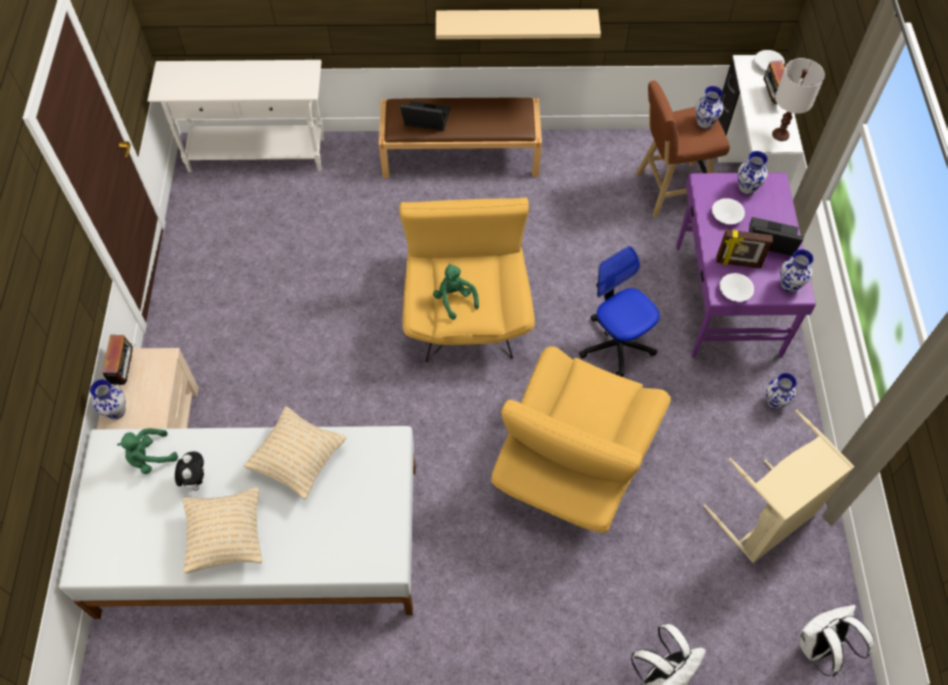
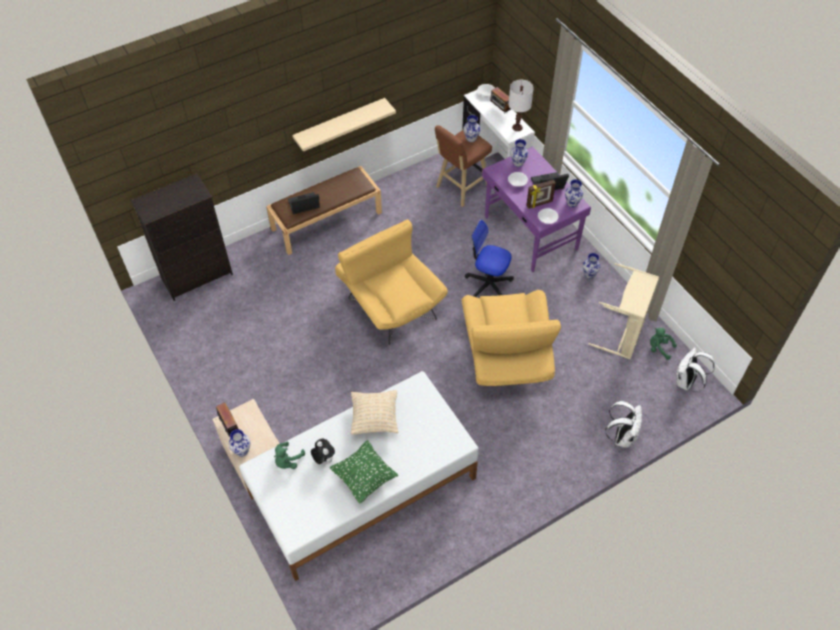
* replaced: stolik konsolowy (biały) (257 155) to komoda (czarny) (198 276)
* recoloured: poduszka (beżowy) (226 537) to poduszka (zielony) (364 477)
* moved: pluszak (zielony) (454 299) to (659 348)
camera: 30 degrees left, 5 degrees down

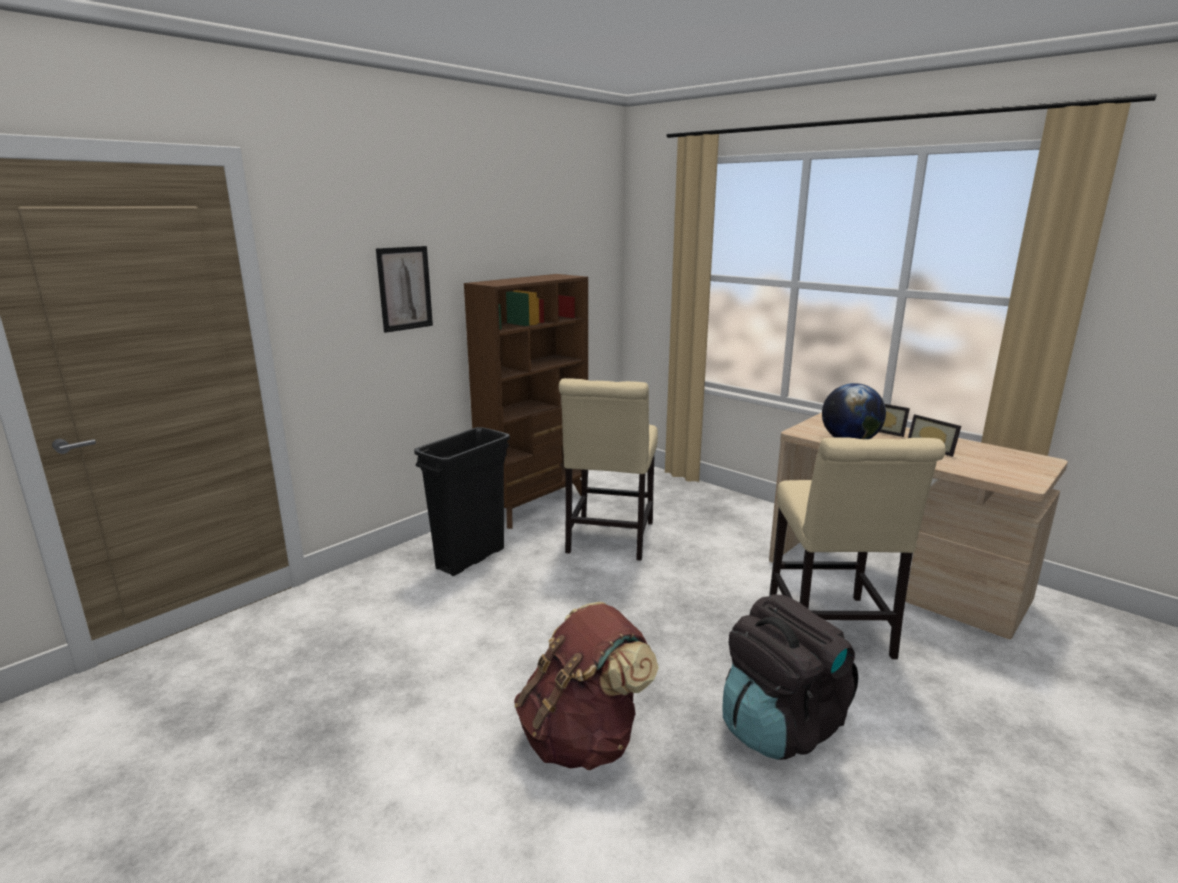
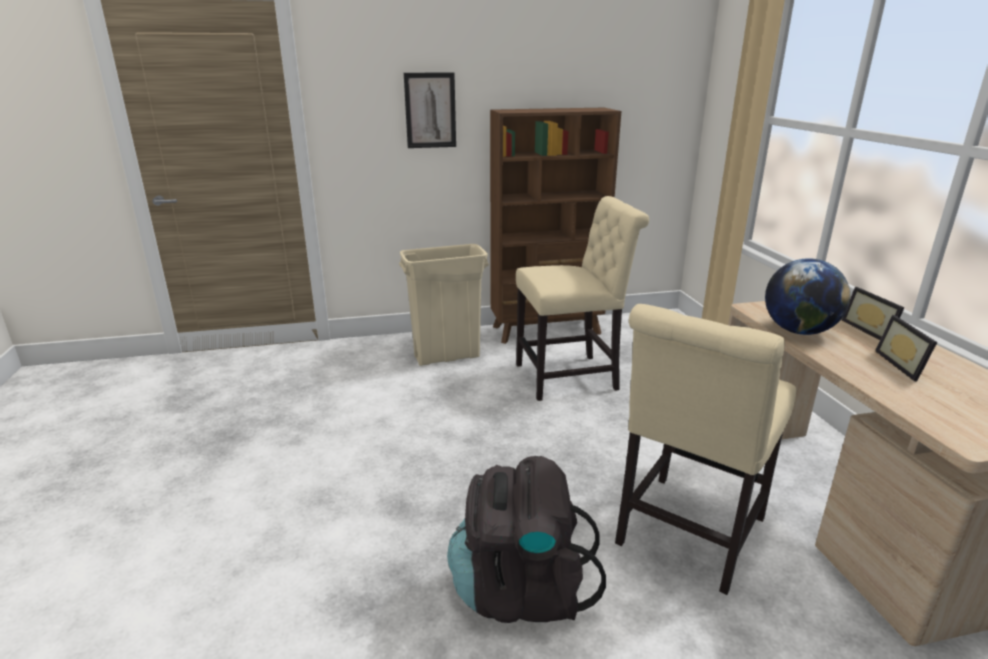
* recoloured: kosz na śmieci (czarny) (471 558) to kosz na śmieci (beżowy) (447 357)
* removed: plecak (brązowy) (583 738)
* turned: krzesło (beżowy) (608 540) = (572 377) 150 degrees counterclockwise
camera: 35 degrees right, 5 degrees up

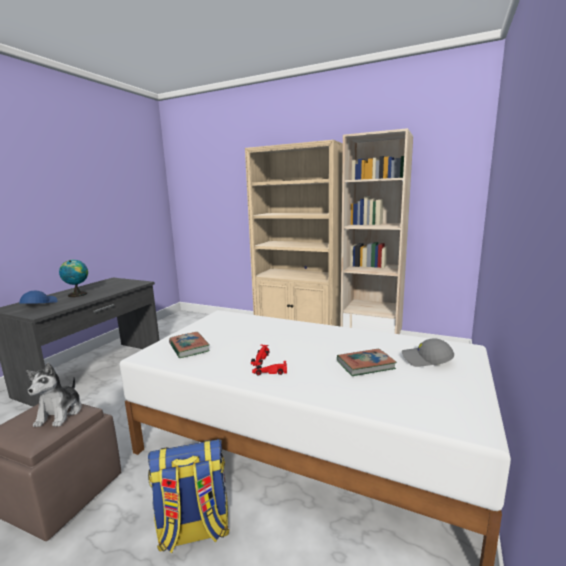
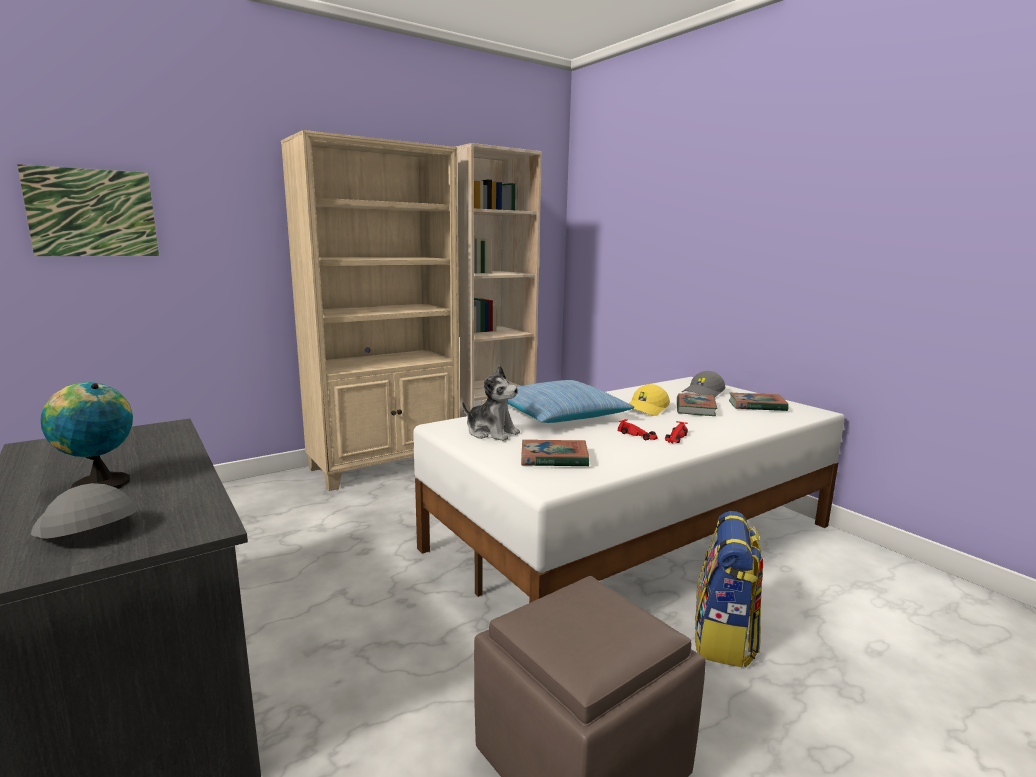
* recoloured: czapka z daszkiem (niebieski) (39 304) to czapka z daszkiem (szary) (84 528)
* moved: pluszak (60 413) to (491 433)
* added: obraz (92 213)
* added: poduszka (558 415)
* added: czapka z daszkiem (żółty) (646 409)
* added: książka (757 406)
camera: 60 degrees left, 0 degrees up

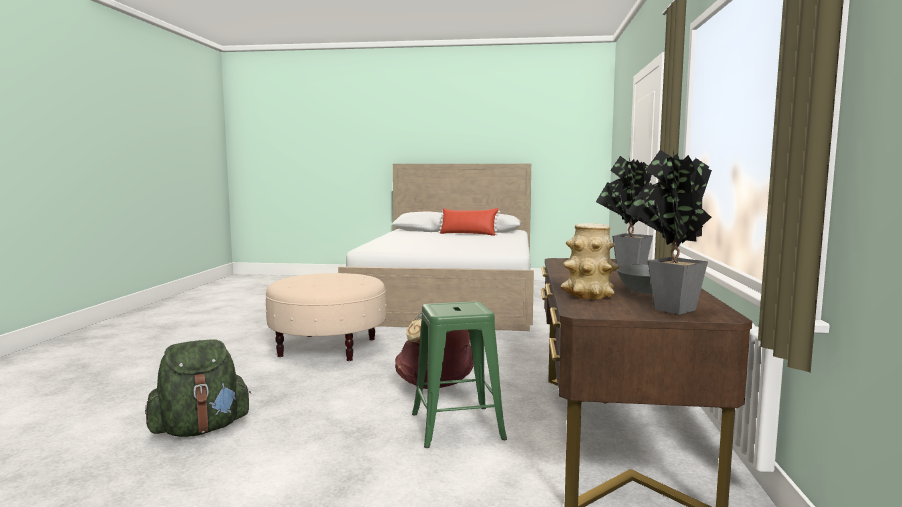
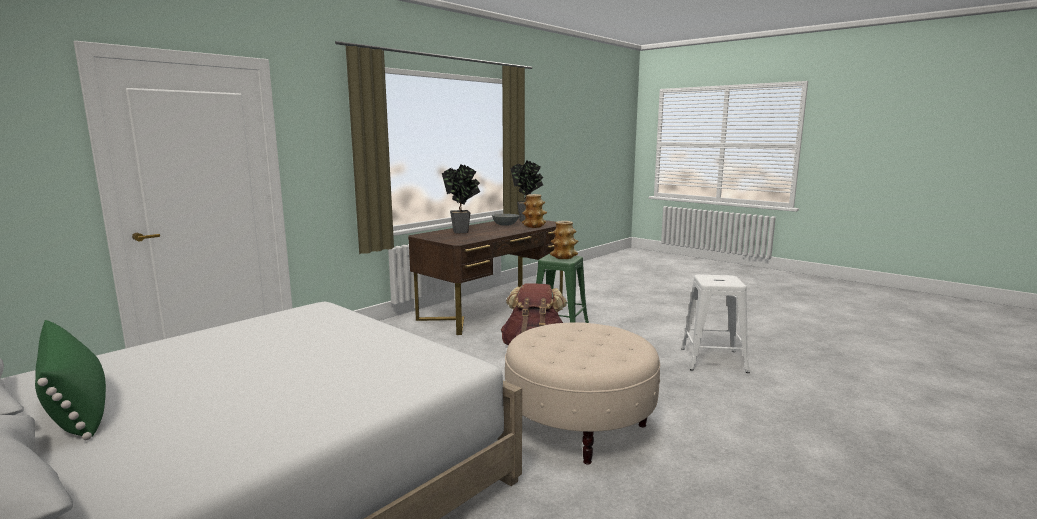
* replaced: plecak (zielony) (200 429) to stołek (biały) (713 360)
* recoloured: poduszka (czerwony) (468 234) to poduszka (zielony) (77 407)
* added: wazon (564 257)
camera: 145 degrees left, 5 degrees up

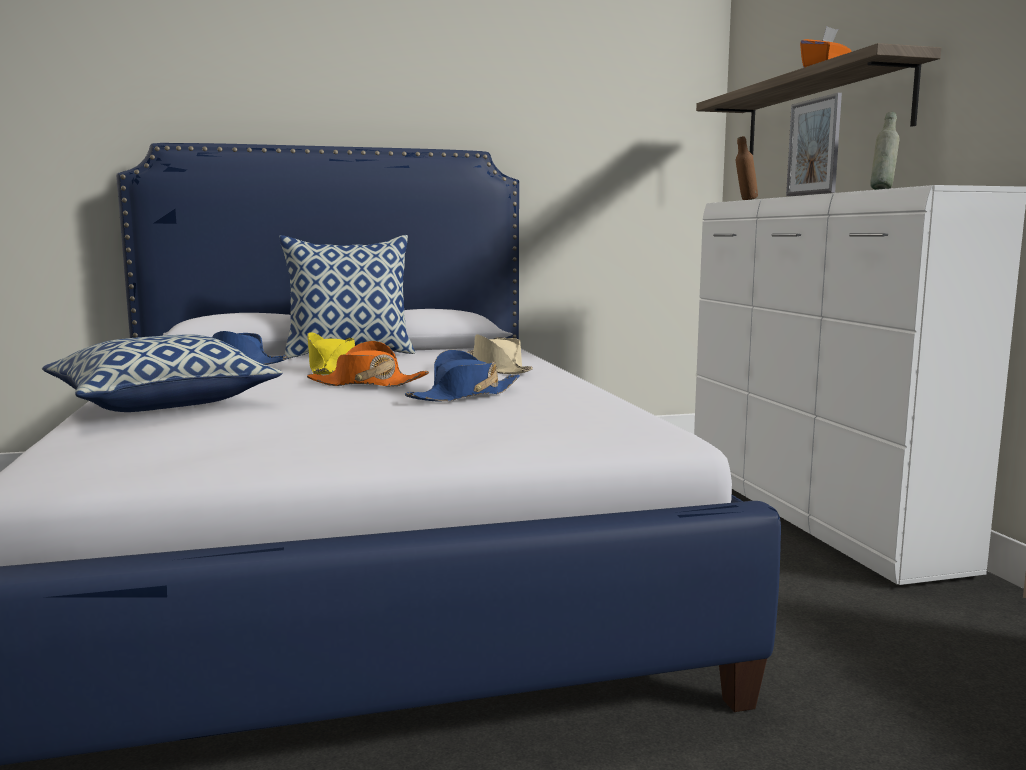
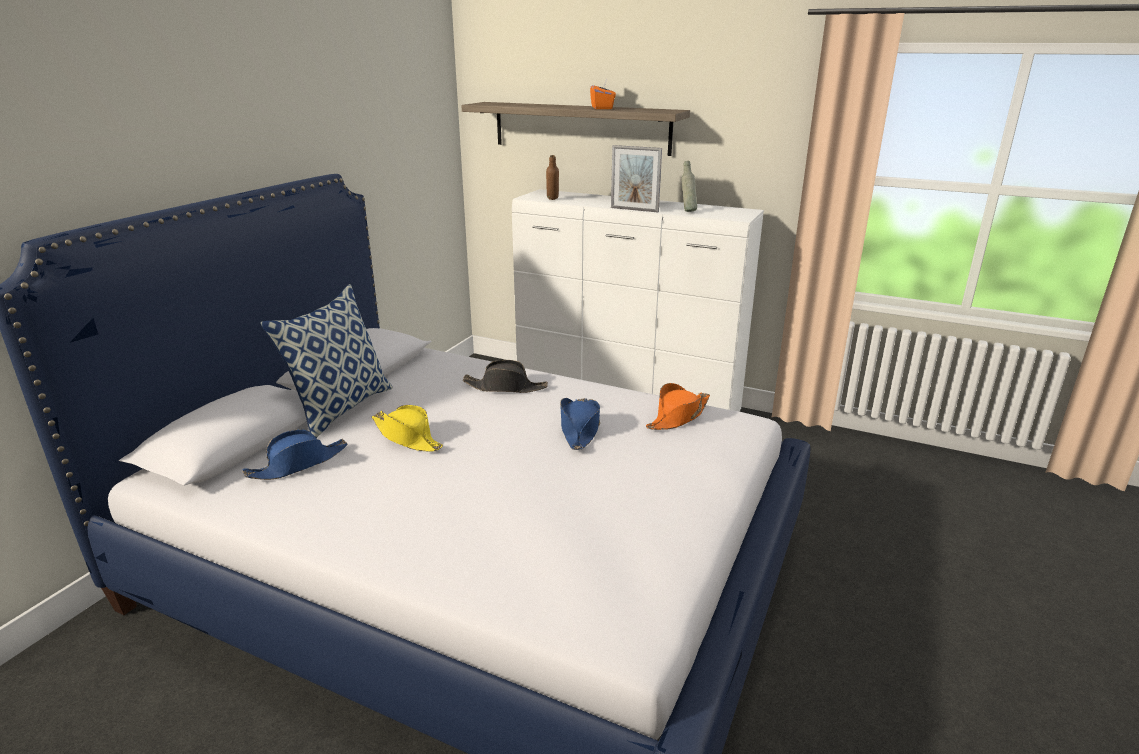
* removed: poduszka (163 404)
* moved: kapelusz (pomarańczowy) (367 384) to (678 417)
* recoloured: kapelusz (beżowy) (497 369) to kapelusz (czarny) (506 387)
camera: 50 degrees left, 15 degrees up

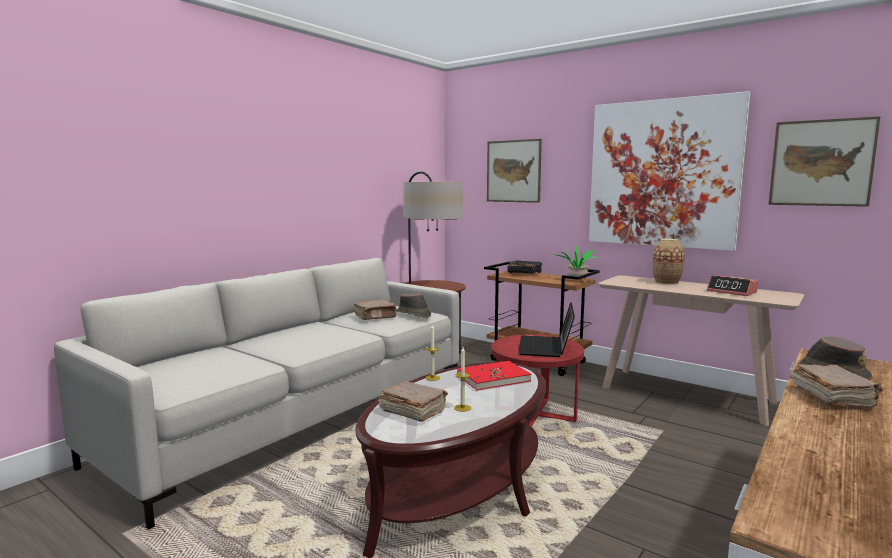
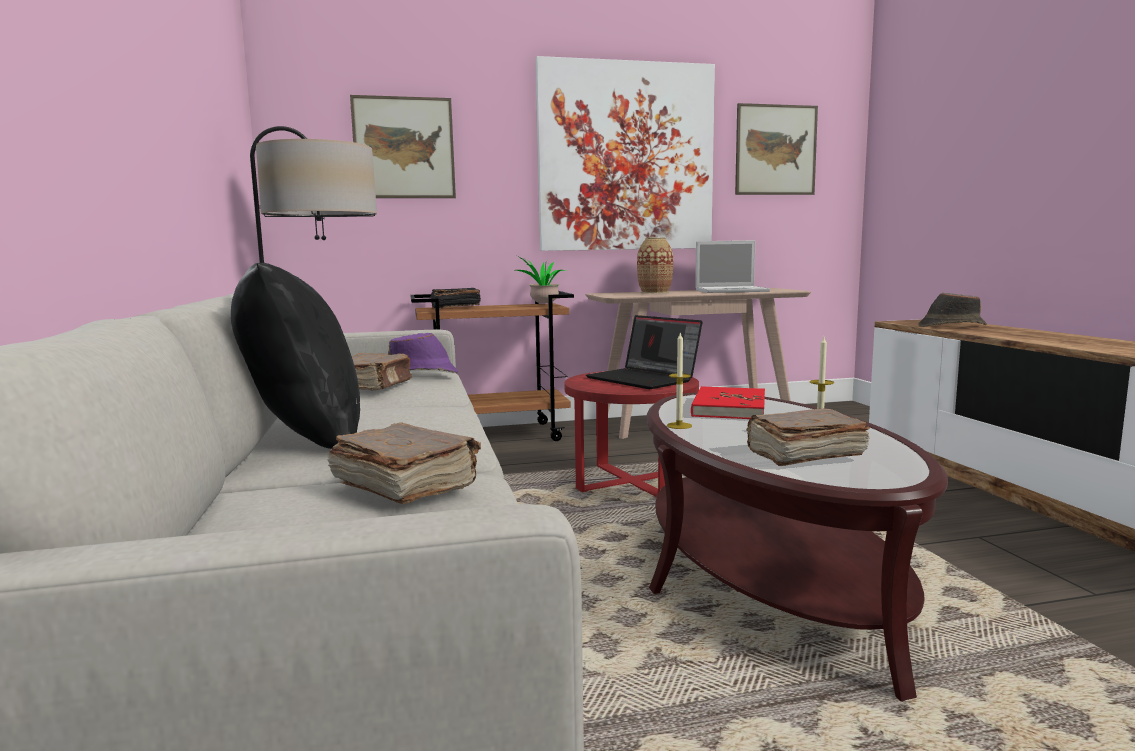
* recoloured: kapelusz (brązowy) (413 315) to kapelusz (fioletowy) (421 374)
* replaced: budzik (732 292) to laptop (732 290)
* moved: książka (brązowy) (832 397) to (404 486)
* added: poduszka (czarny) (303 434)
camera: 50 degrees left, 0 degrees up

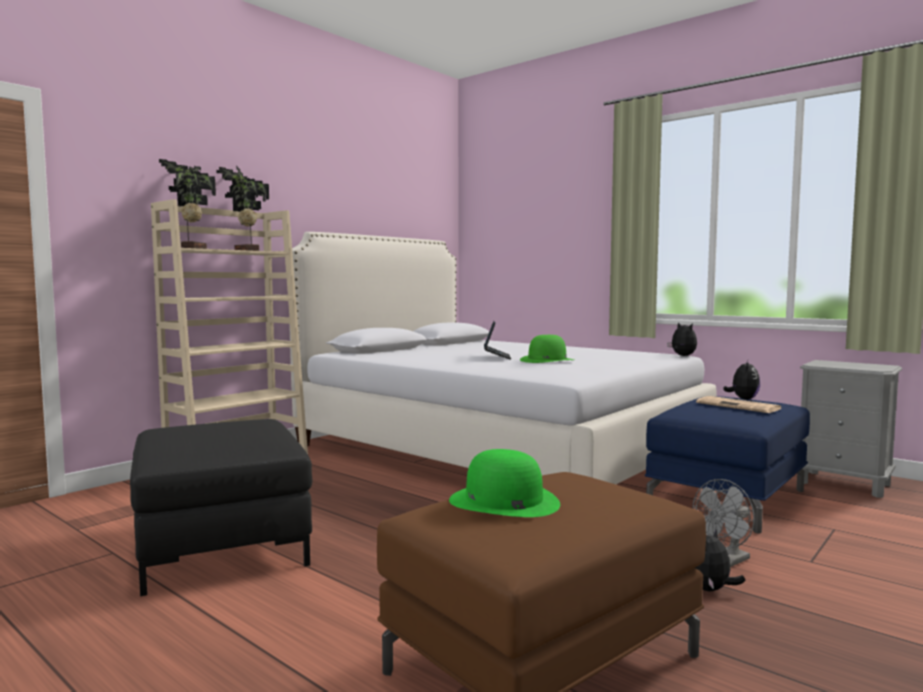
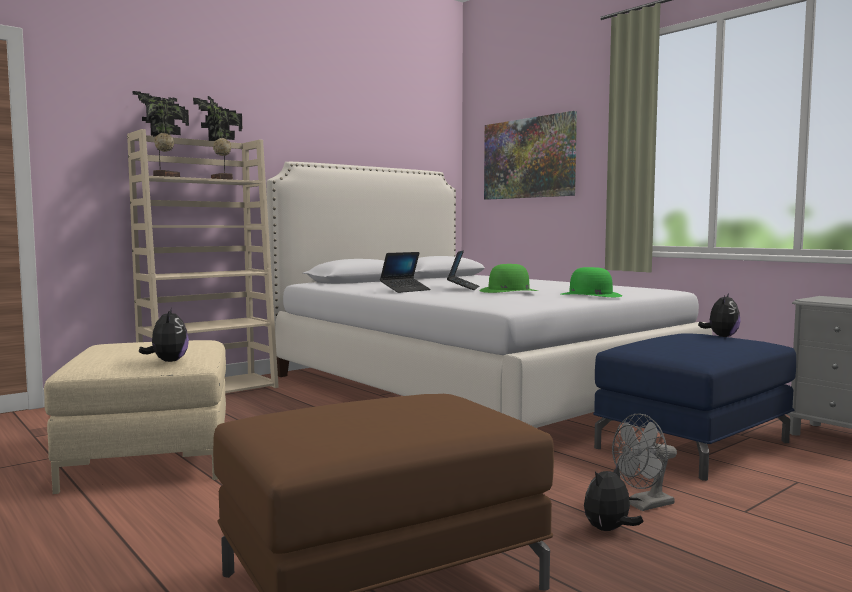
* recoloured: pufa (czarny) (220 543) to pufa (beżowy) (149 456)
* moved: kapelusz (zielony) (503 501) to (590 295)
* moved: pluszak (682 356) to (168 361)
* removed: gazeta (739 406)
* added: laptop (405 290)
* added: obraz (528 158)
camera: 10 degrees right, 0 degrees up

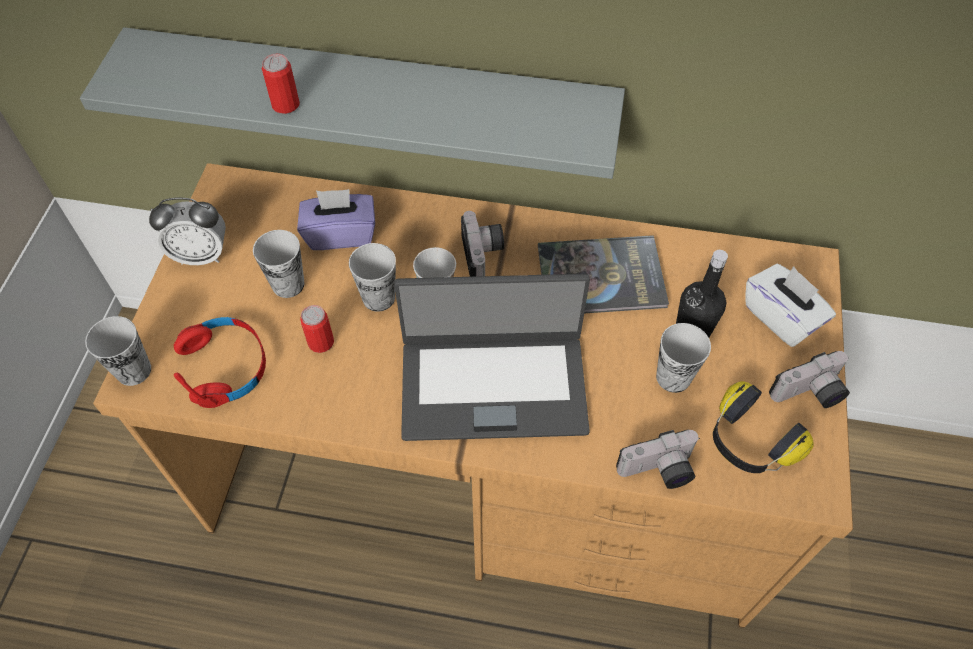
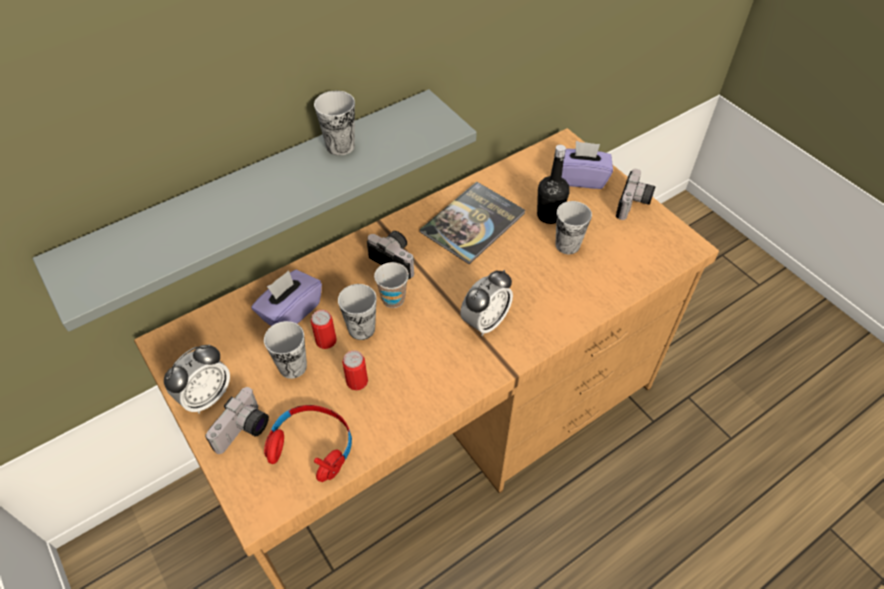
* moved: filiżanka (133 370) to (340 146)
* moved: puszka (285 104) to (326 340)
* replaced: laptop (493 385) to budzik (485 322)
* moved: aparat fotograficzny (658 472) to (244 431)
* removed: słuchawki (749 442)
* recoloured: pudełko chusteczek (biały) (781 317) to pudełko chusteczek (fioletowy) (580 178)
camera: 45 degrees left, 5 degrees down

